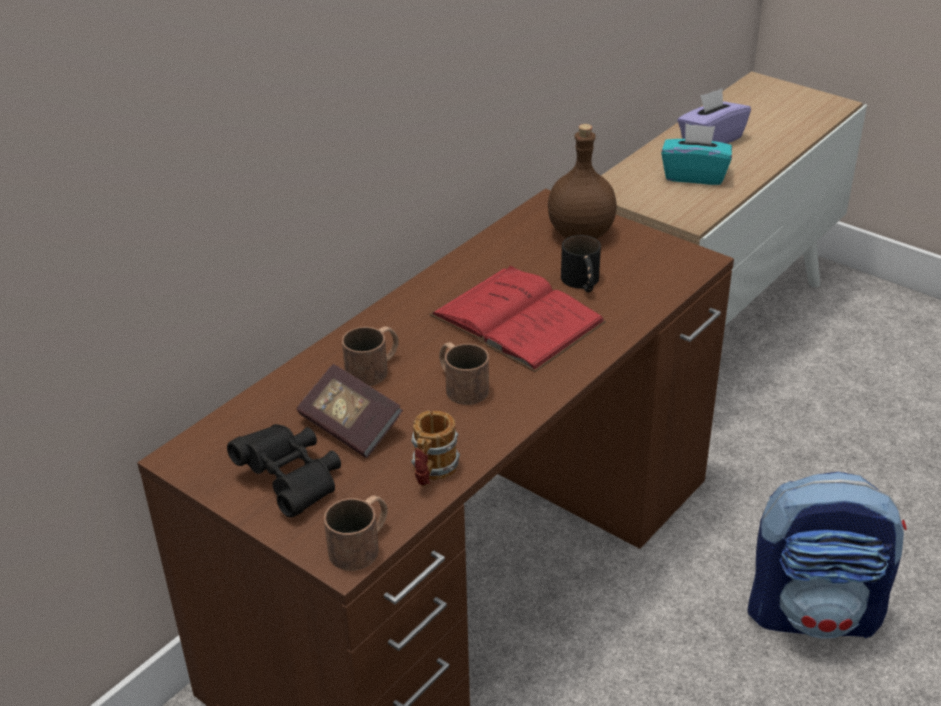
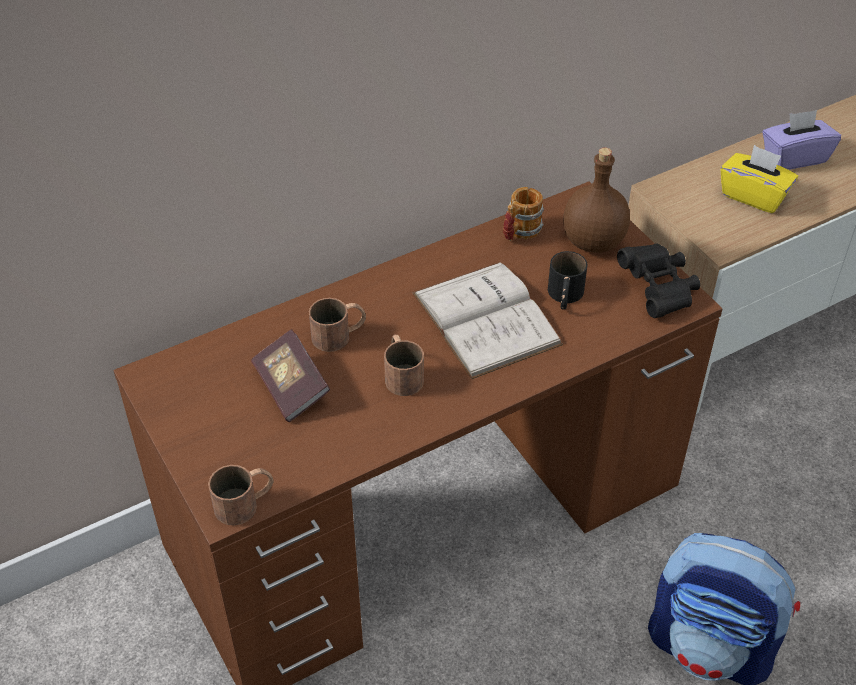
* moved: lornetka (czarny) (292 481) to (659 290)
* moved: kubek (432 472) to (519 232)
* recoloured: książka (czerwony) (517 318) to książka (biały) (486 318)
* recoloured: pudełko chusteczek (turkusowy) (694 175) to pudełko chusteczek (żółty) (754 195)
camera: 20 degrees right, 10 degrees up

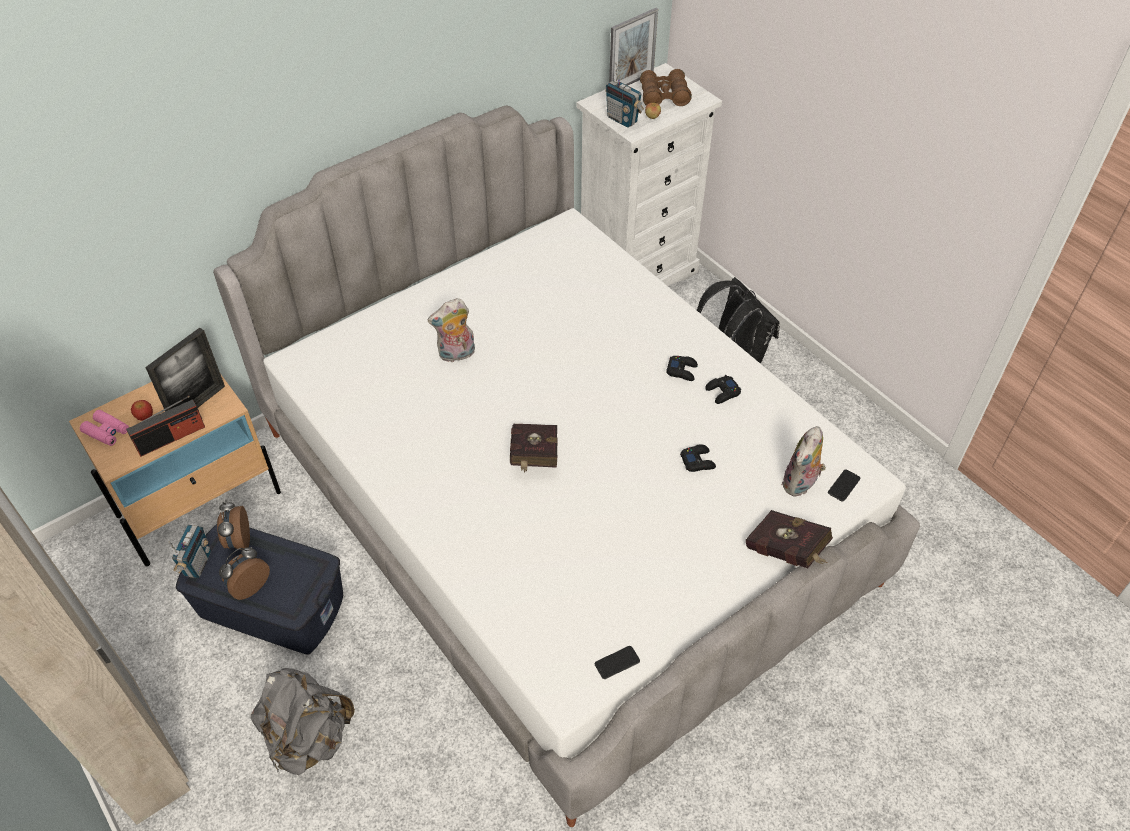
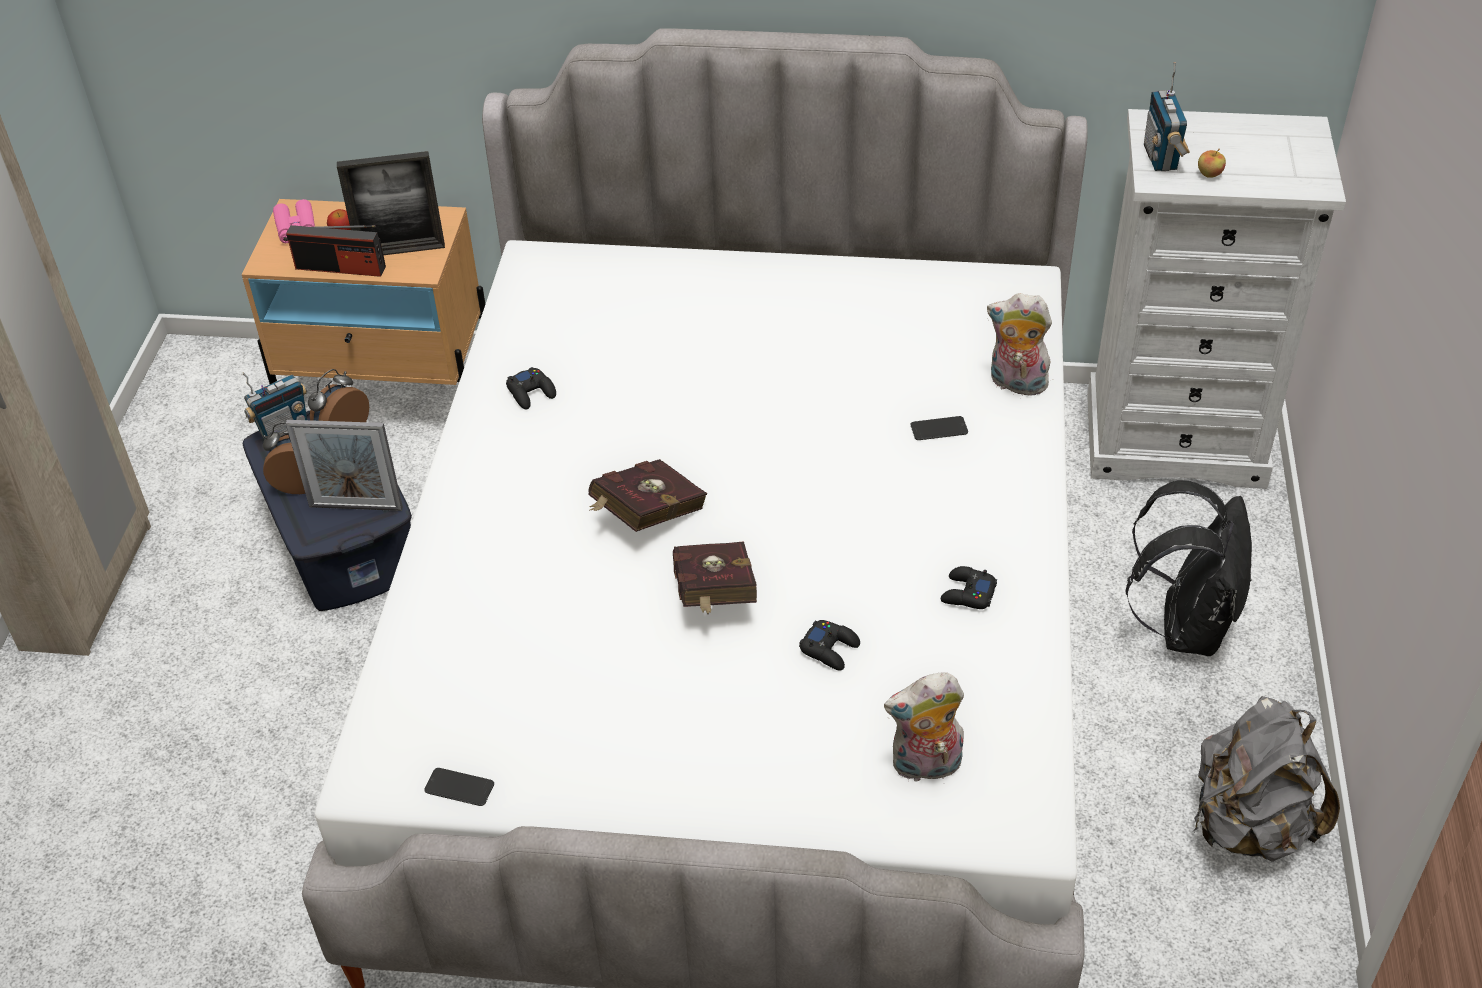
* moved: plecak (szary) (308 737) to (1249 824)
* moved: pluszak (456 355) to (1015 384)
* moved: ramka na zdjęcie (631 82) to (356 507)
* removed: lornetka (brązowy) (664 96)
* moved: pad do gier (czarny) (682 370) to (531 393)
* moved: książka (czerwony) (788 552) to (714 598)
* moved: telefon (843 486) to (939 429)
camera: 45 degrees right, 5 degrees down

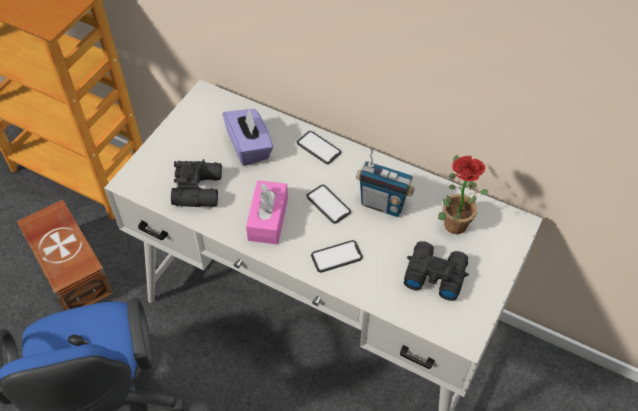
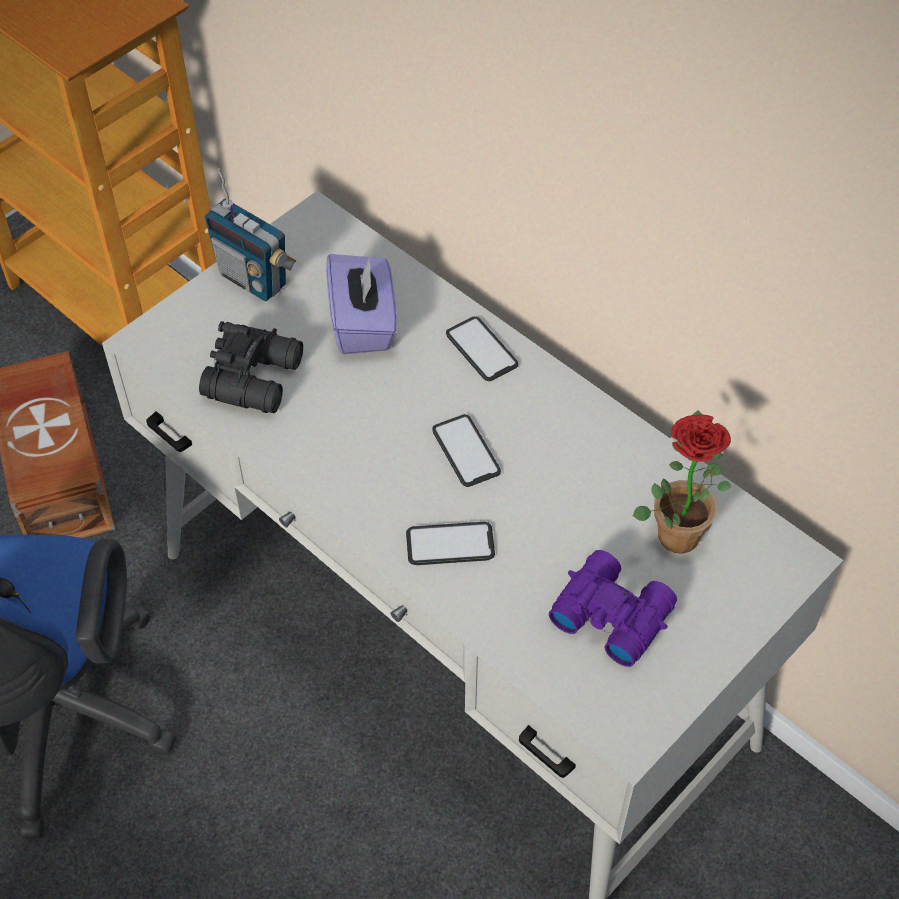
* removed: pudełko chusteczek (różowy) (268 219)
* moved: radio (383 204) to (254 279)
* recoloured: lornetka (czarny) (434 274) to lornetka (fioletowy) (610 613)
camera: 15 degrees right, 0 degrees up

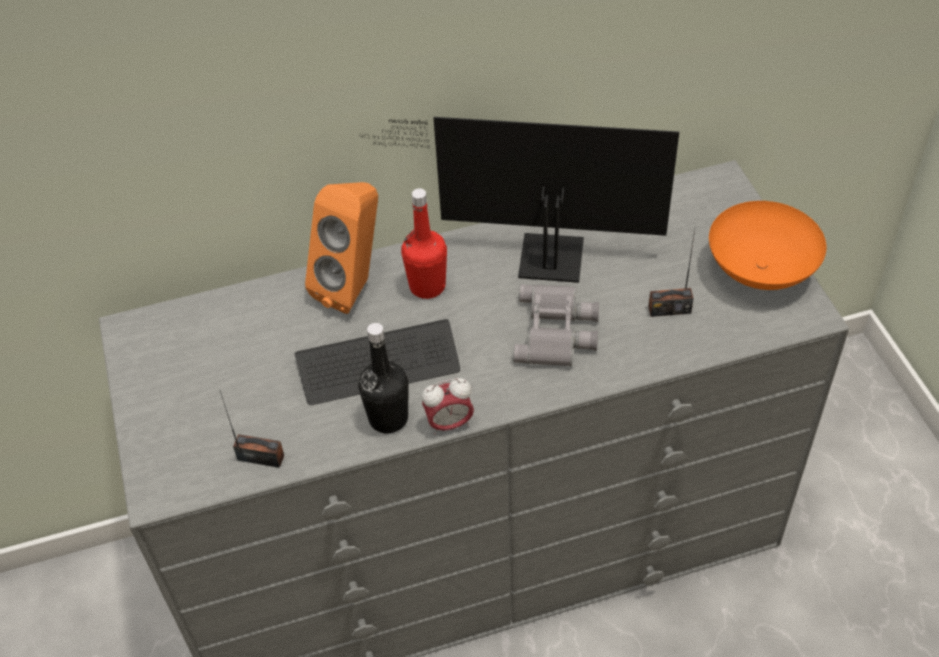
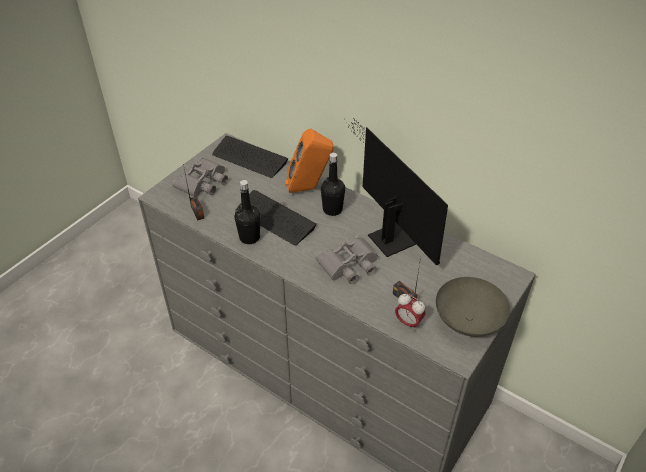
* recoloured: butelka (czerwony) (427 286) to butelka (czarny) (332 209)
* moved: budzik (449 424) to (408 323)
* recoloured: miska (pomarańczowy) (762 270) to miska (szary) (469 321)
* added: lornetka (szary) (203 182)
* added: klawiatura (249 158)
camera: 50 degrees right, 5 degrees down

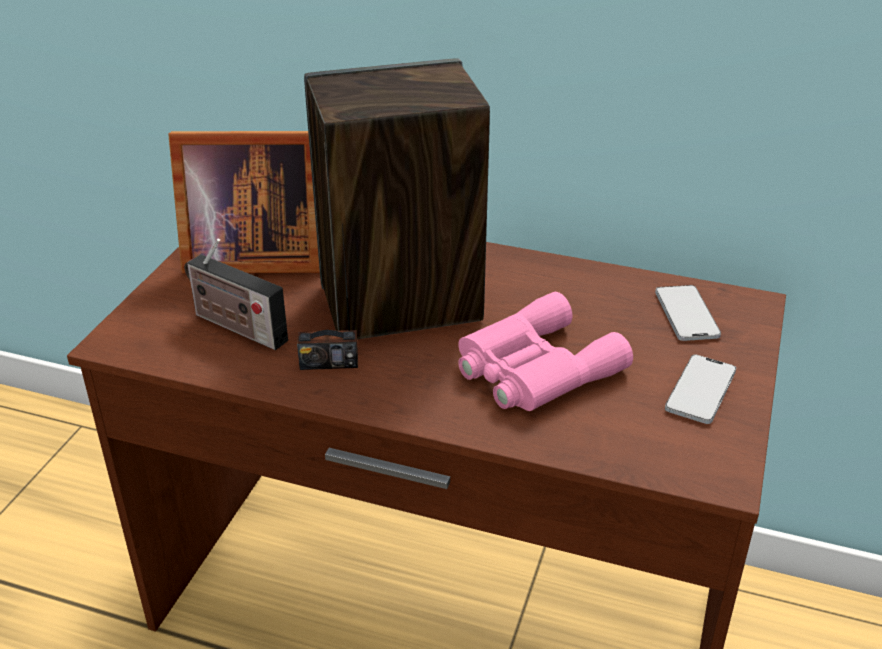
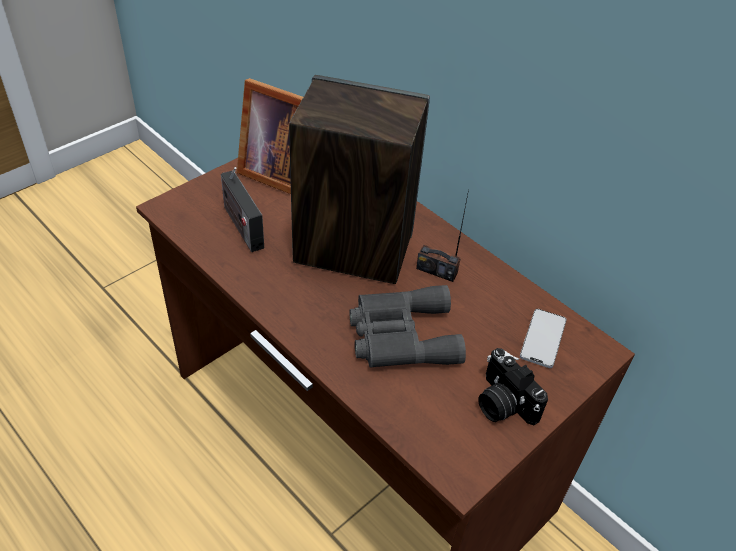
* moved: radio (329 362) to (437 270)
* recoloured: lornetka (różowy) (533 369) to lornetka (szary) (400 335)
* replaced: telefon (700 390) to aparat fotograficzny (502 403)
camera: 25 degrees right, 10 degrees up

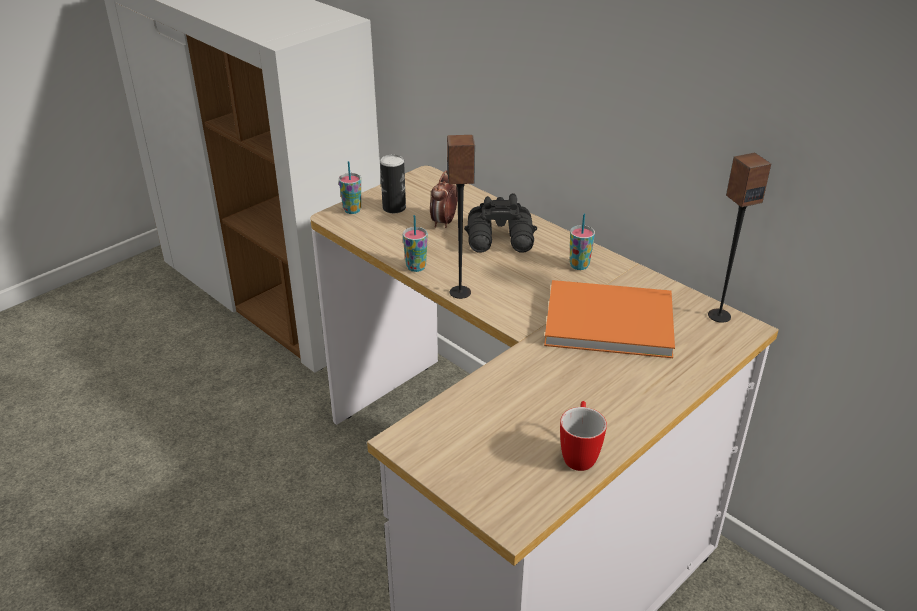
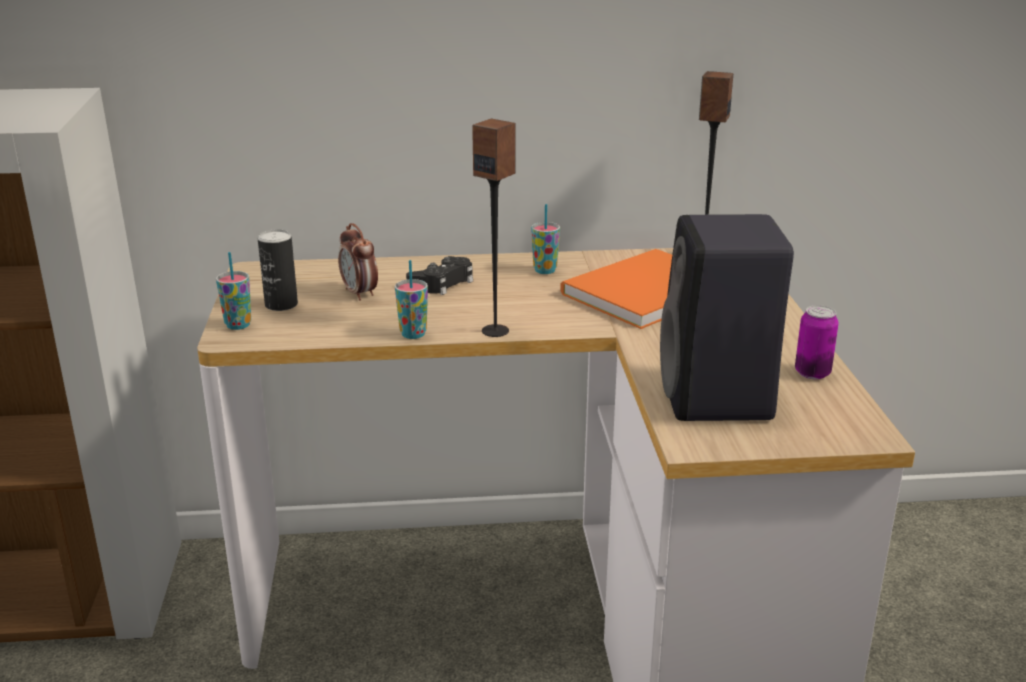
* replaced: lornetka (czarny) (501 240) to pad do gier (czarny) (442 282)
* replaced: kubek (579 454) to puszka (812 373)
* added: głośnik (czarny) (718 399)
camera: 50 degrees left, 10 degrees down

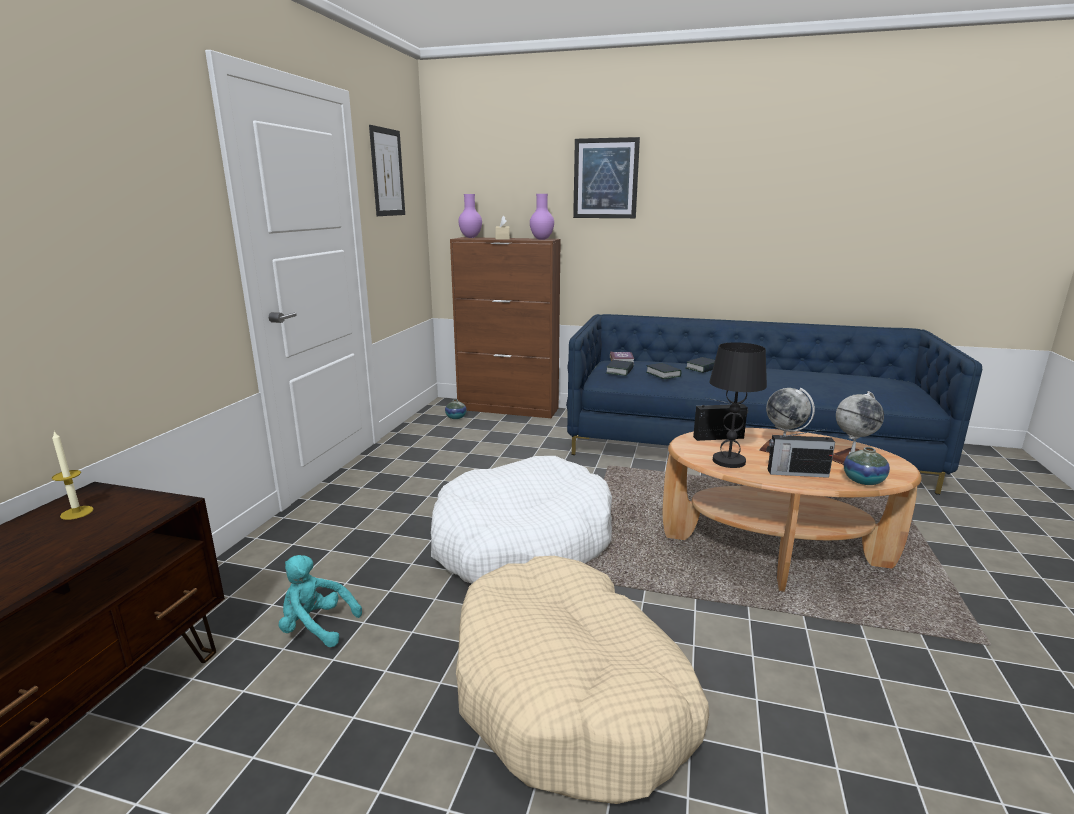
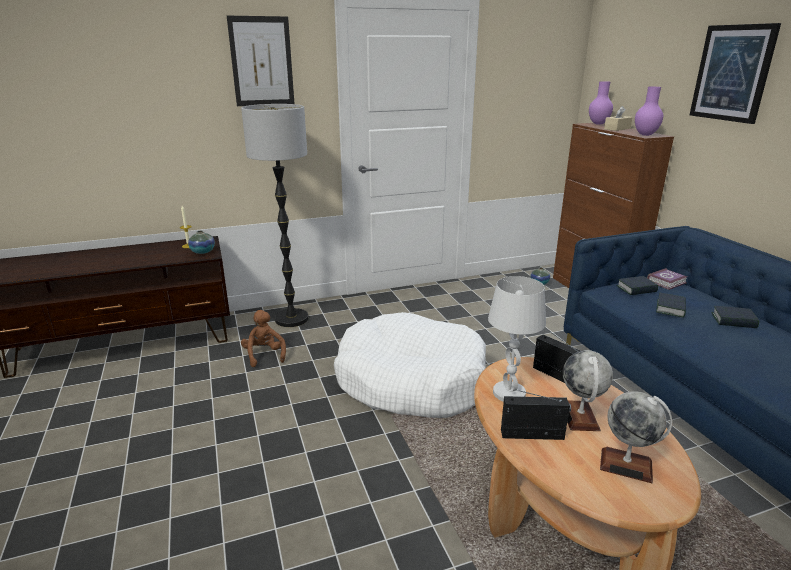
* recoloured: pluszak (turkusowy) (316 627) to pluszak (brązowy) (264 355)
* moved: obraz (387 172) to (262 62)
* removed: legowisko (beżowy) (571 693)
* recoloured: lampa stołowa (czarny) (729 461) to lampa stołowa (biały) (509 393)
* turned: radio (796 473) = (533 435) 120 degrees clockwise
* moved: wazon (863 481) to (203 252)
* added: lampa stojąca (292 319)
camera: 55 degrees right, 5 degrees up

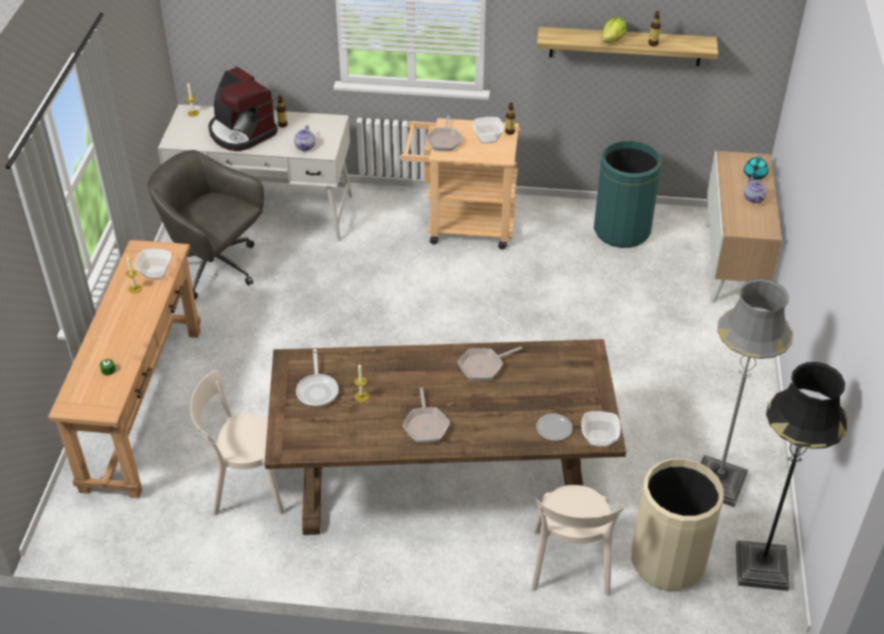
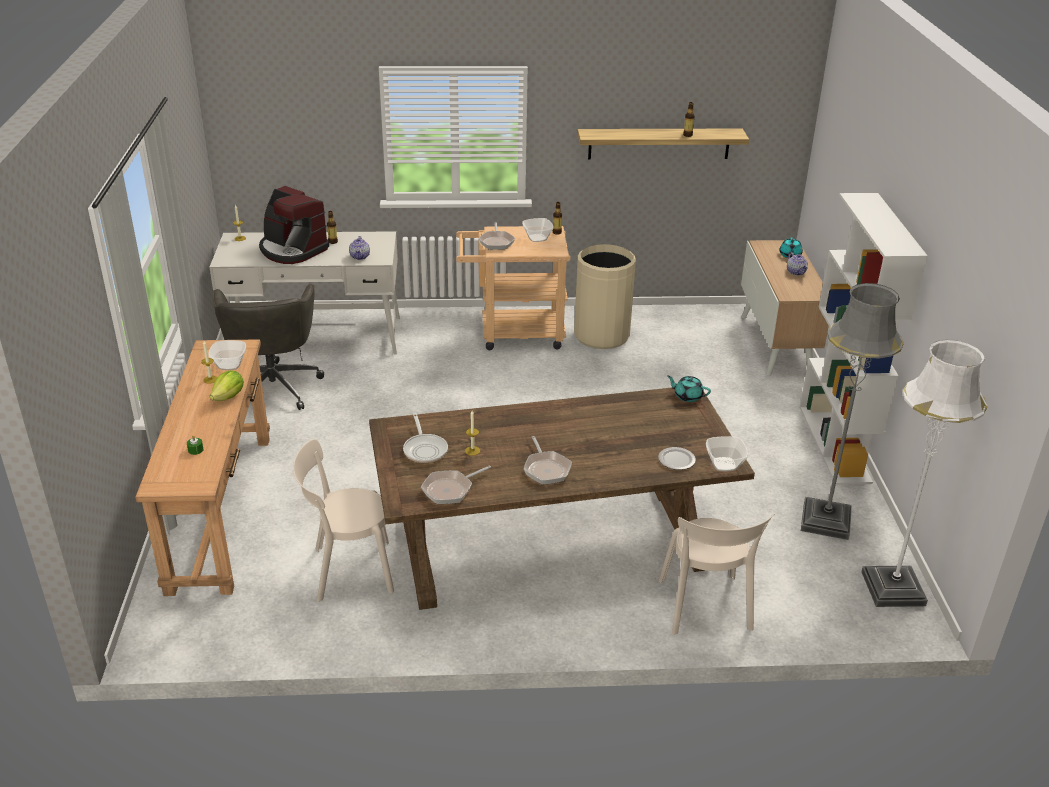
* turned: krzesło biurowe (szary) (215 268) = (273 386) 120 degrees counterclockwise
* moved: patelnia (483 366) to (450 489)
* removed: kosz na śmieci (zielony) (621 230)
* moved: sałata (612 40) to (229 397)
* moved: kosz na śmieci (beżowy) (668 561) to (601 335)
* recoloured: lampa stojąca (czarny) (761 567) to lampa stojąca (biały) (893 588)
* added: imbryk (turkusowy) (687 396)
* added: regał (biały) (835 444)
camera: 10 degrees left, 10 degrees down

